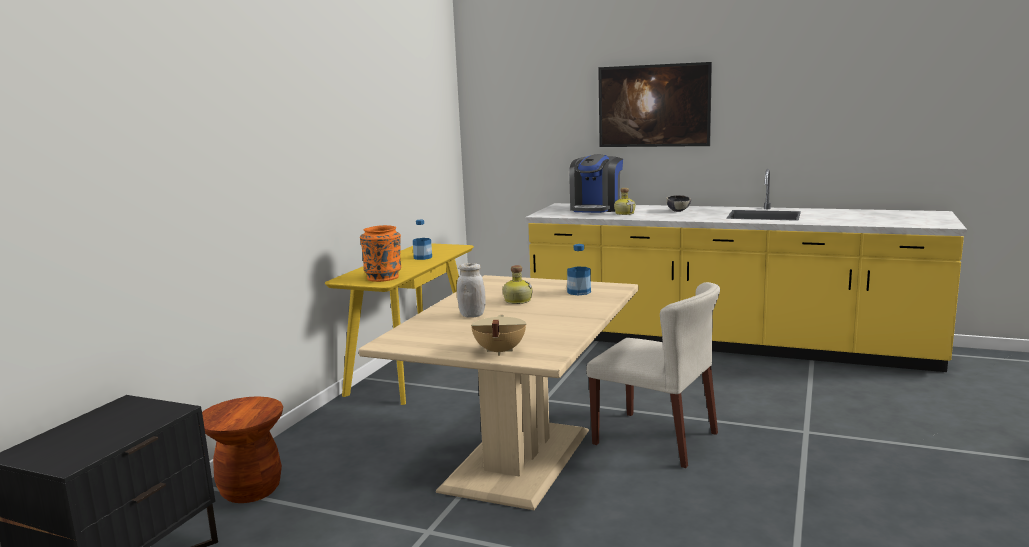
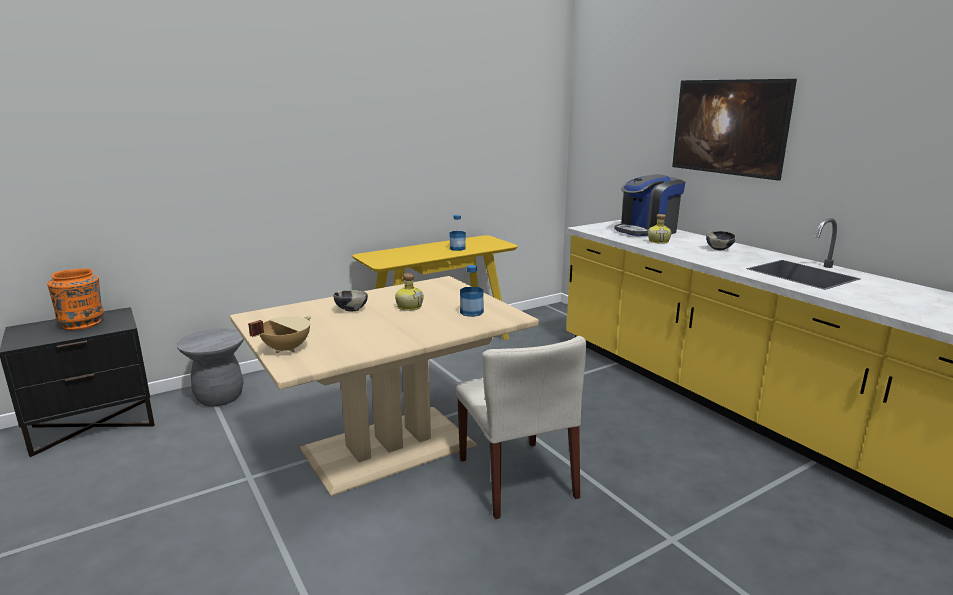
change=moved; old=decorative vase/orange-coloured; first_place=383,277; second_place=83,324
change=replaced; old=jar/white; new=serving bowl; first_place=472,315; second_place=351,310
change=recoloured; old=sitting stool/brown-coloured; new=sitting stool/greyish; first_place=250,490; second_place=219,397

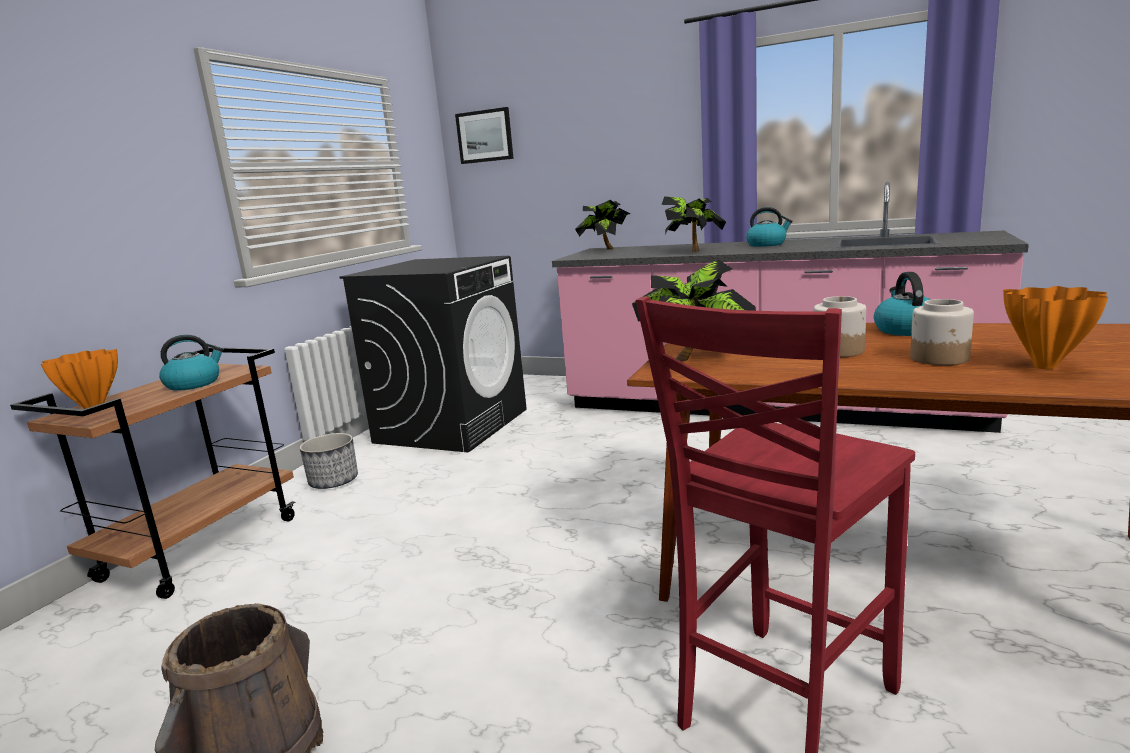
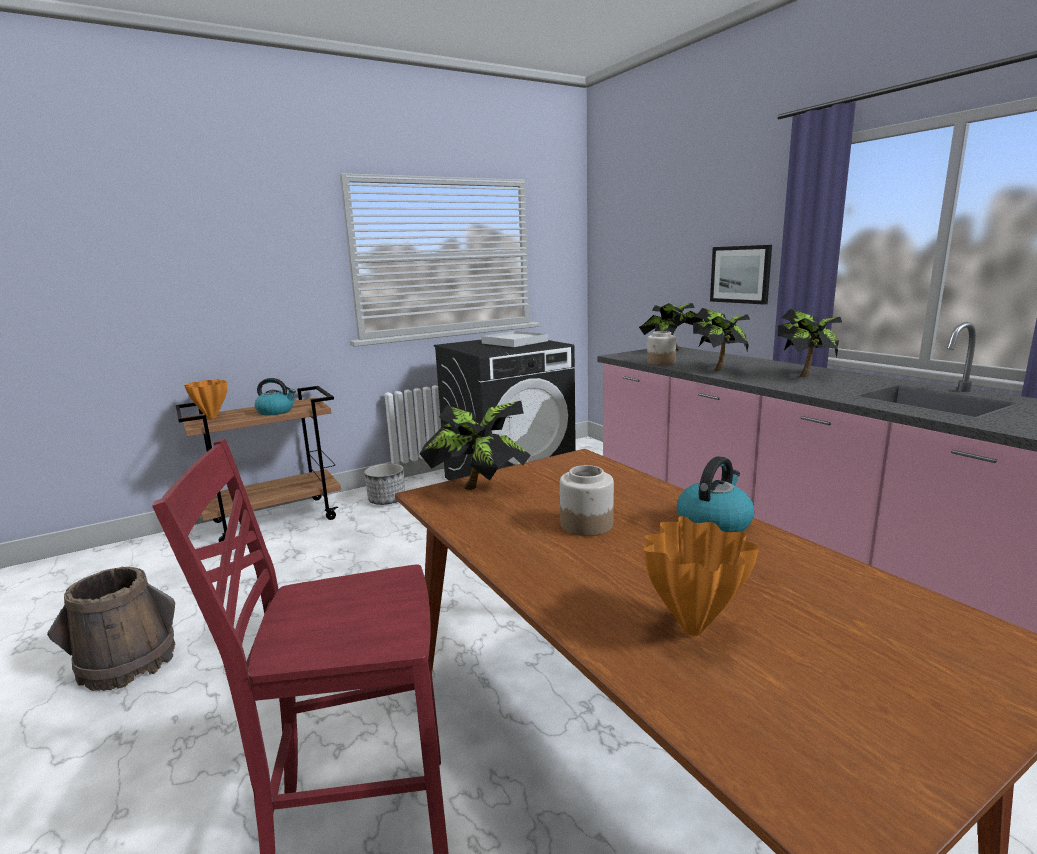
change=moved; old=wall picture; first_place=485,136; second_place=740,274
change=replaced; old=tea kettle; new=potted plant; first_place=767,244; second_place=806,375
change=moved; old=jar; first_place=940,358; second_place=661,362
change=added; new=serving tray/white; second_place=514,342

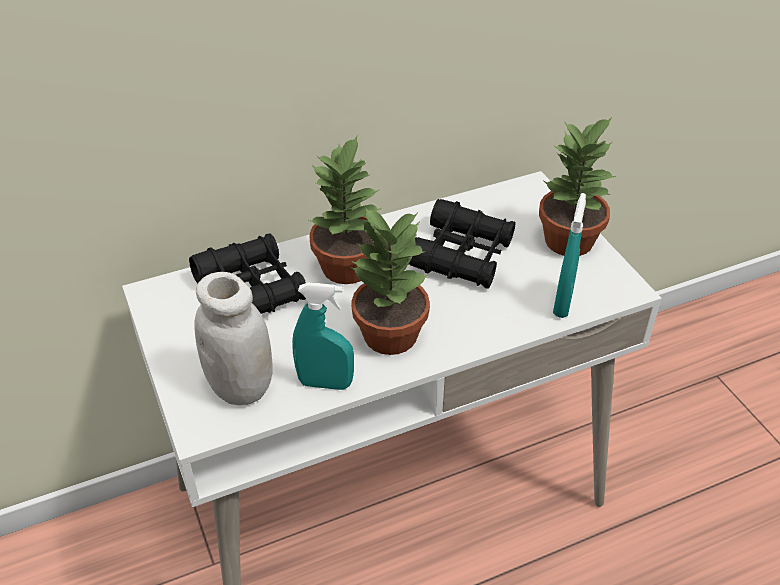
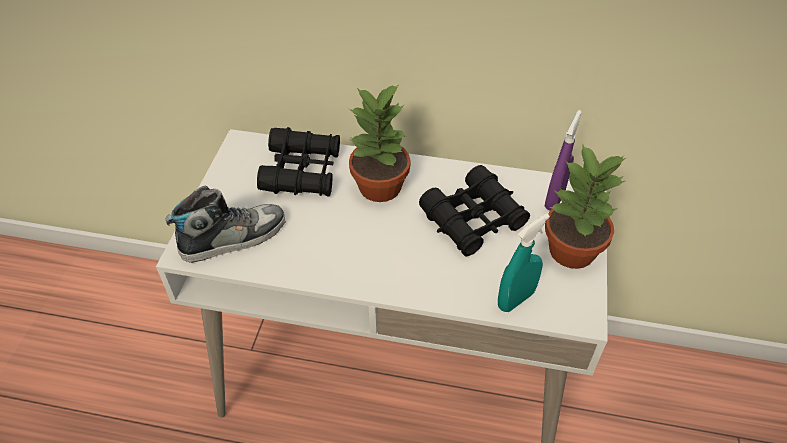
change=removed; old=potted plant; first_place=388,335
change=replaced; old=jar/white; new=item of footwear; first_place=241,387; second_place=233,237
change=removed; old=spray bottle/blue-green; first_place=325,383
change=added; new=spray bottle/purple-coloured; second_place=554,199

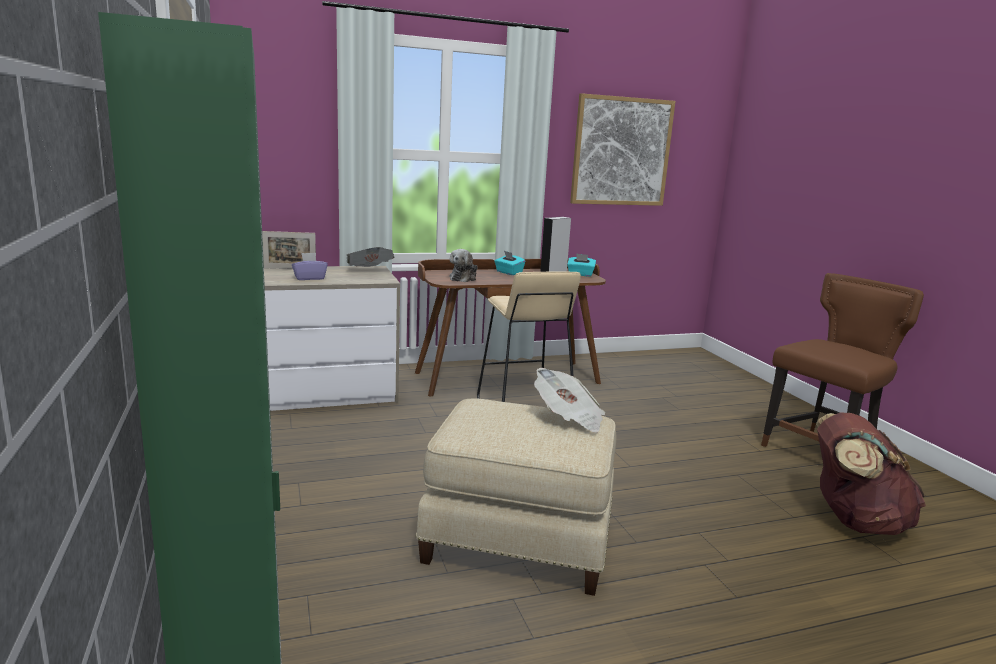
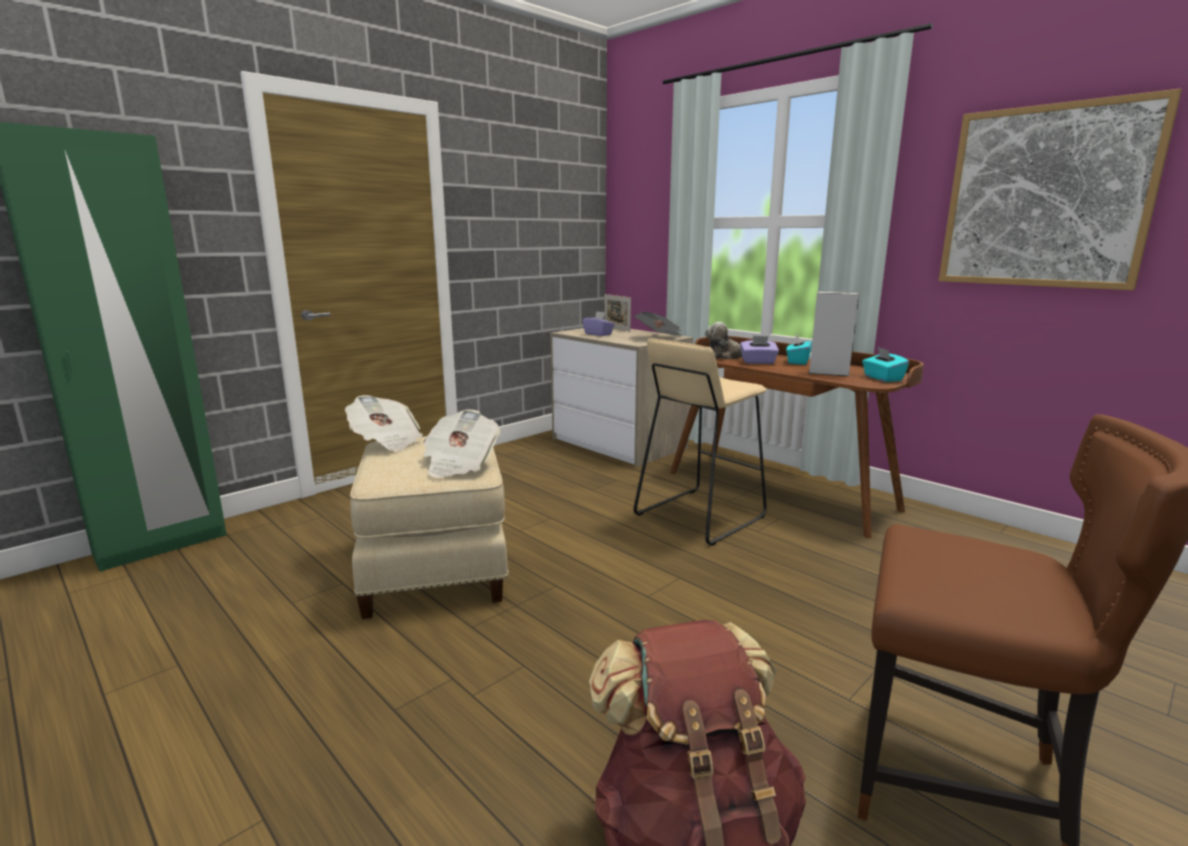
change=added; new=box of tissues/purple-coloured; second_place=758,362
change=added; new=newspaper; second_place=386,441

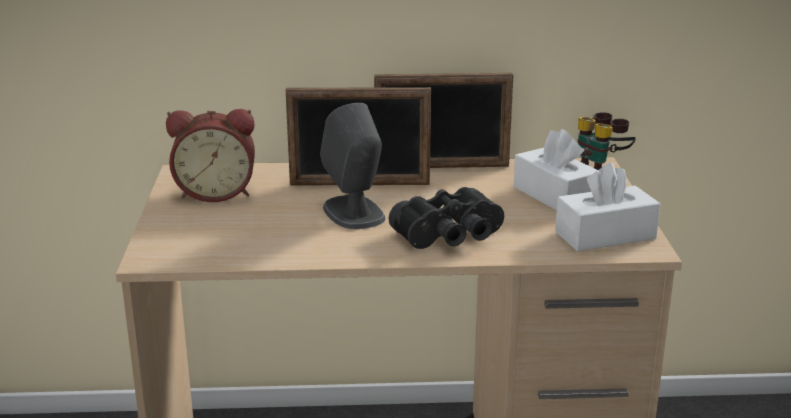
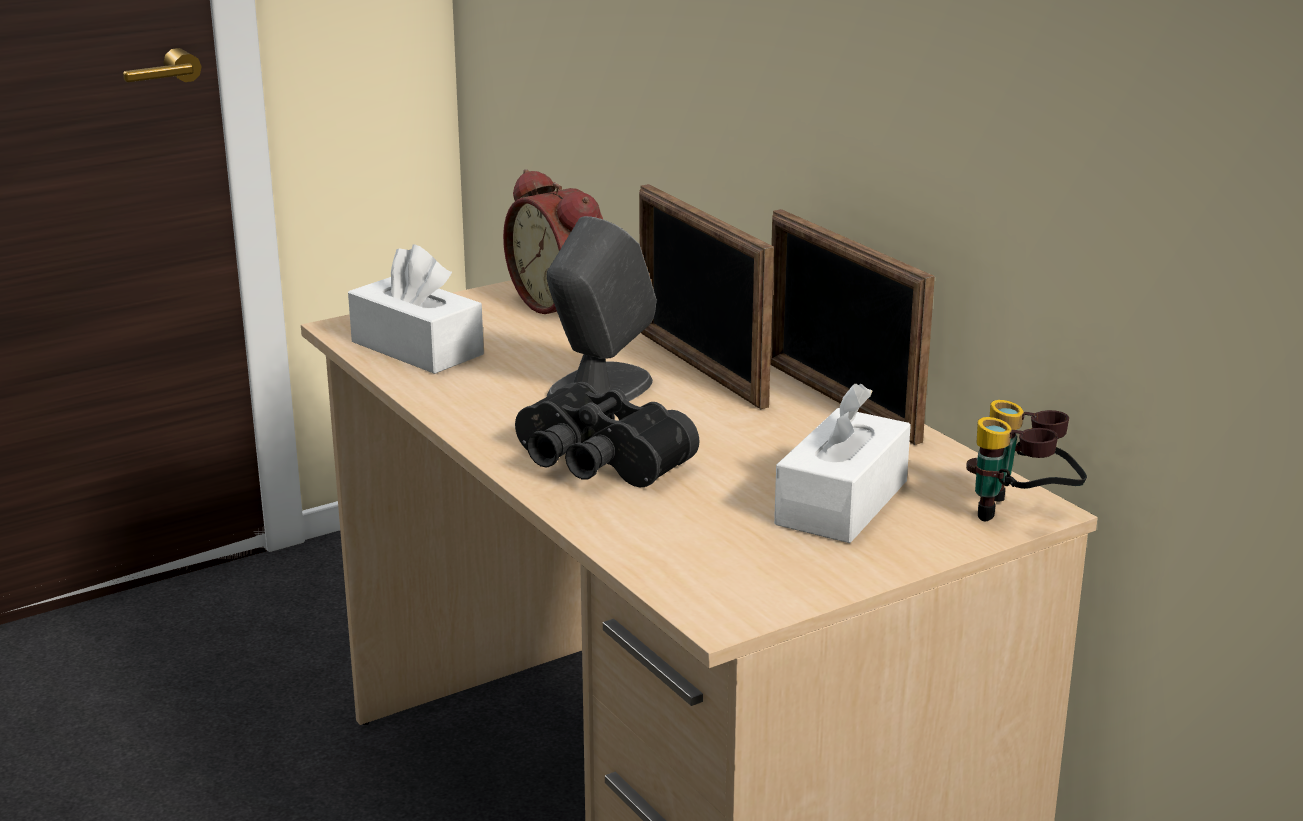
change=moved; old=box of tissues/white; first_place=605,235; second_place=417,348

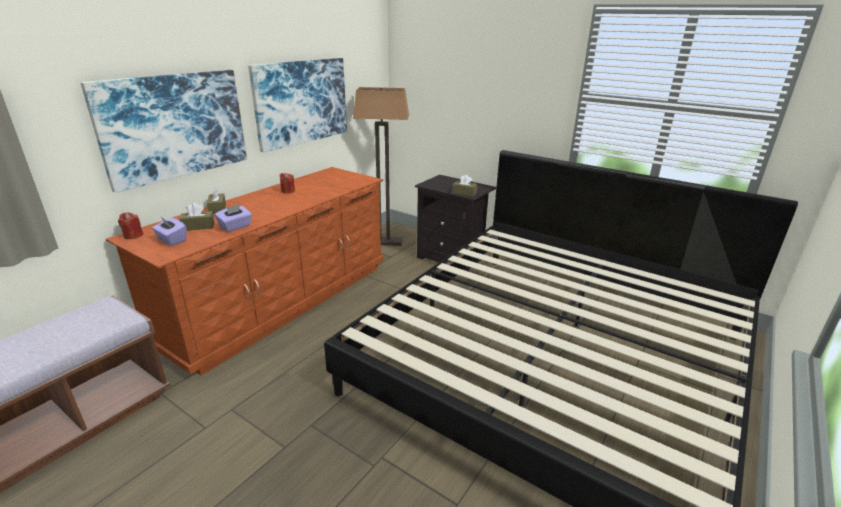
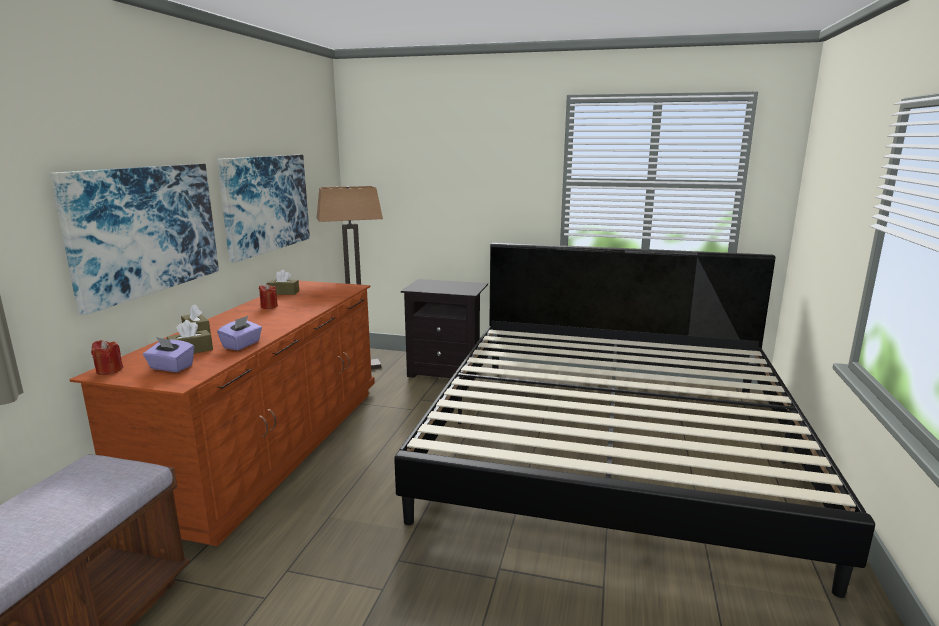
change=moved; old=box of tissues/brown-coloured; first_place=464,193; second_place=283,292

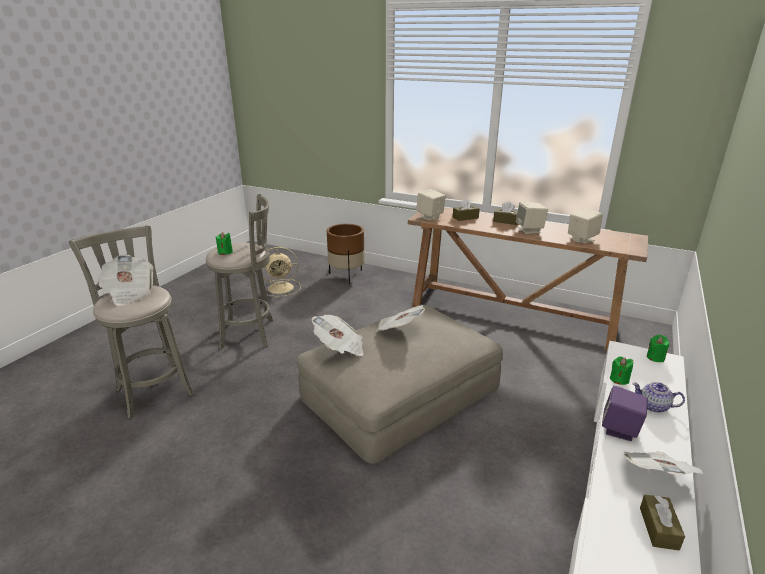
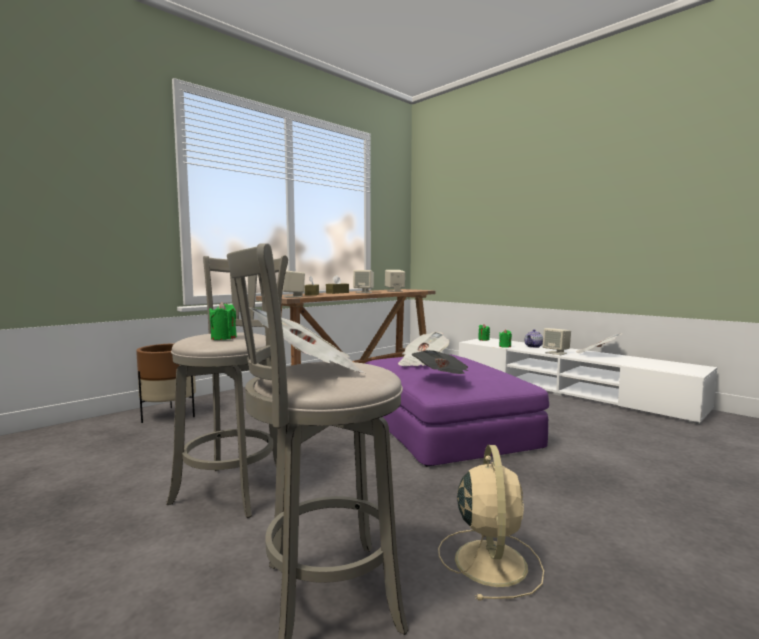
change=moved; old=cooling fan/beige; first_place=282,288; second_place=490,560
change=recoloured; old=ottoman/beige; new=ottoman/purple-coloured; first_place=400,392; second_place=442,424
change=recoloured; old=speaker/purple-coloured; new=speaker/beige; first_place=620,430; second_place=556,353
change=removed; old=box of tissues/brown-coloured; first_place=658,528

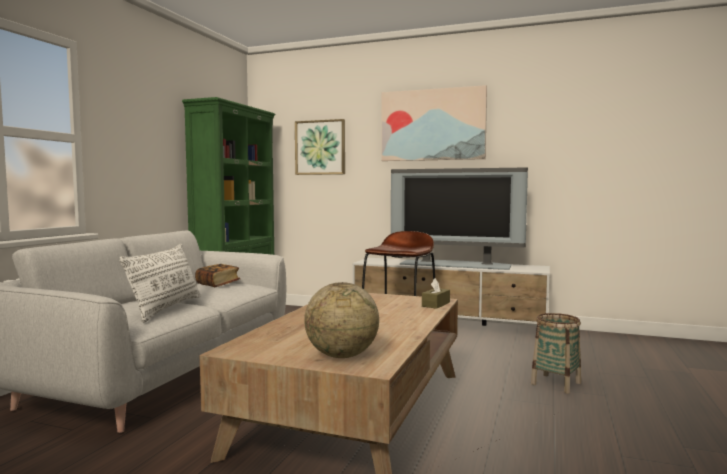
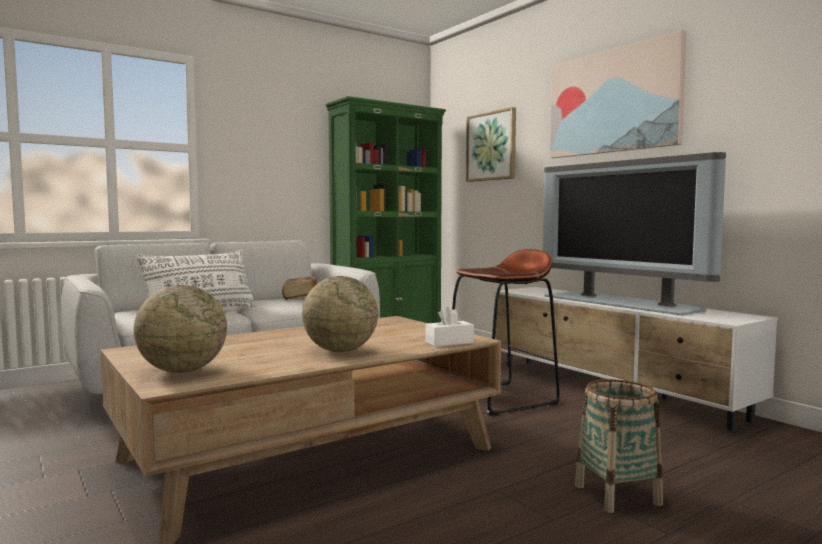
change=recoloured; old=box of tissues/brown-coloured; new=box of tissues/white; first_place=435,304; second_place=449,342
change=added; new=desk globe; second_place=340,350

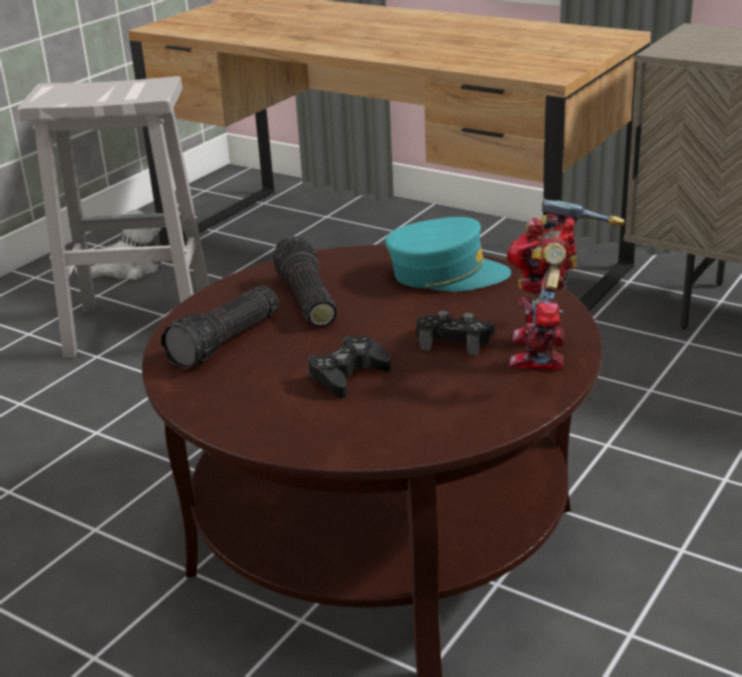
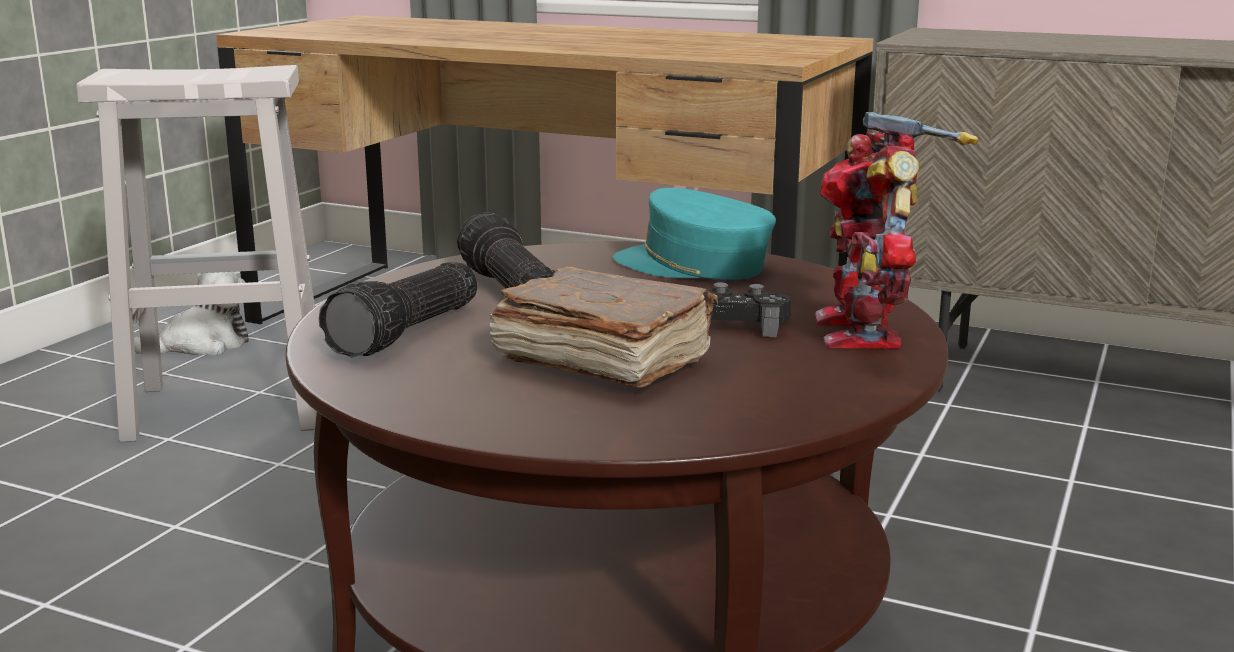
change=turned; old=peaked cap/blue-green; first_place=446,274; second_place=693,266; degrees=-150
change=replaced; old=game controller/blackish; new=bound book/brown-coloured; first_place=348,375; second_place=601,361

